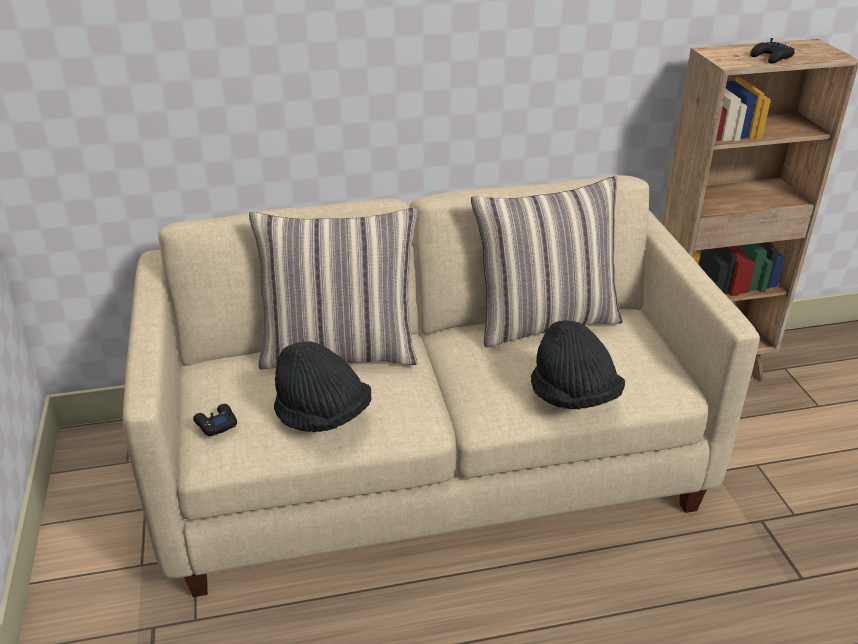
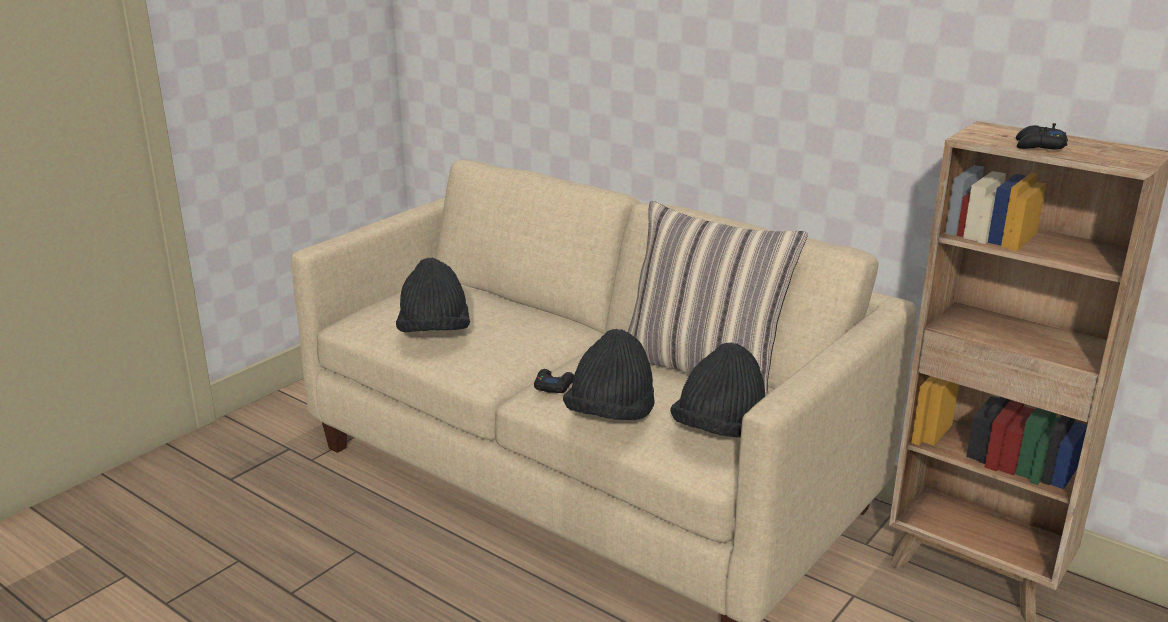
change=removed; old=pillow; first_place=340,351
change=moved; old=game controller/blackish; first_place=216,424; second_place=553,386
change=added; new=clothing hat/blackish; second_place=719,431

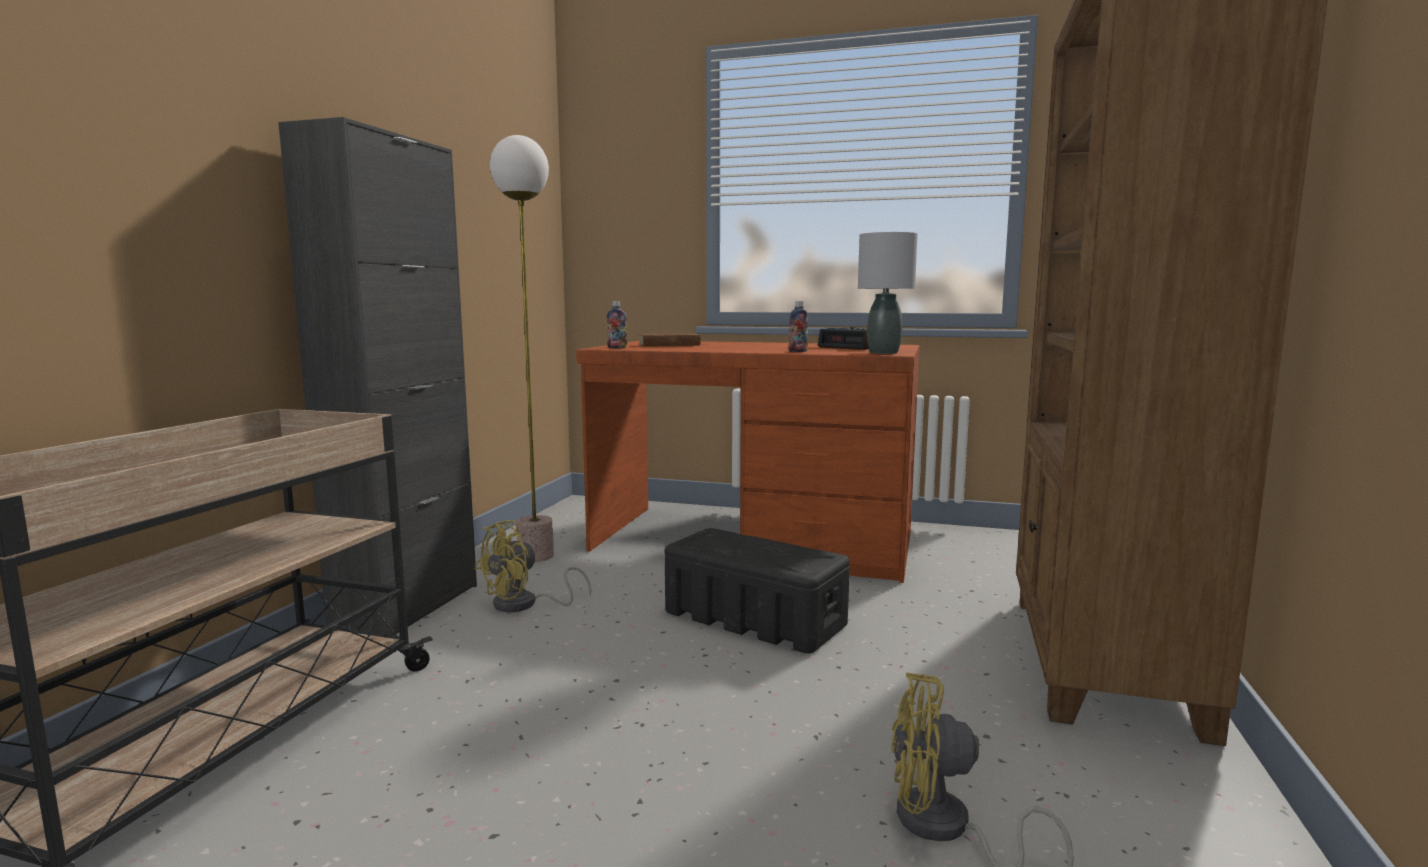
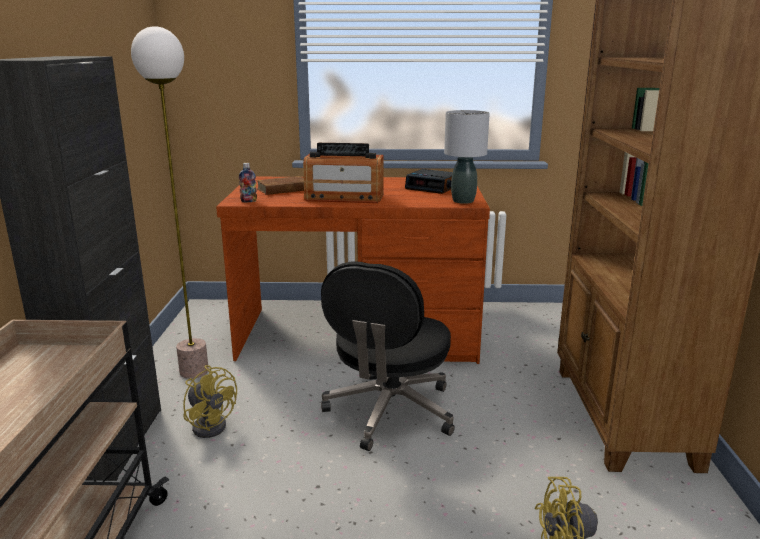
change=removed; old=bottle; first_place=798,351
change=turned; old=cooling fan/yellow; first_place=525,605; second_place=211,424; degrees=-75
change=replaced; old=storage bin/blackish; new=desk chair/blackish; first_place=753,618; second_place=389,412
change=added; new=radio set; second_place=344,197

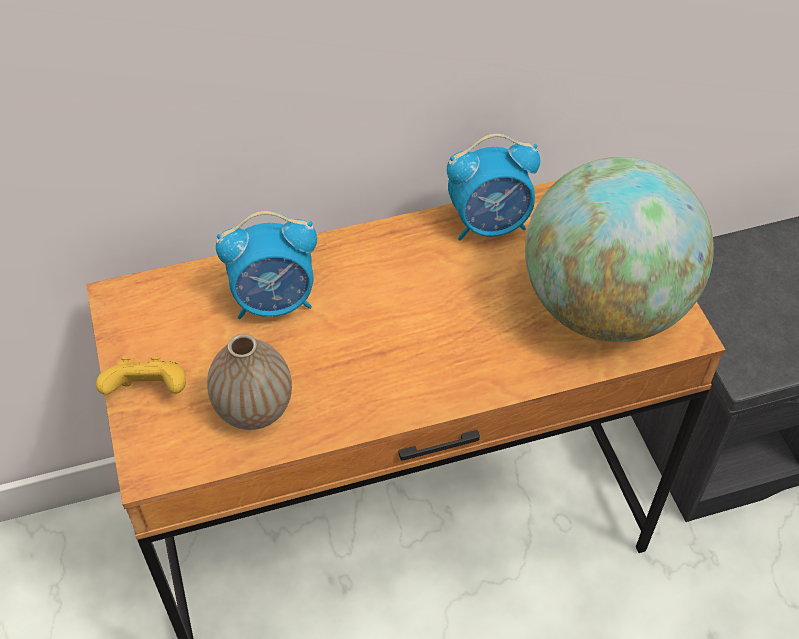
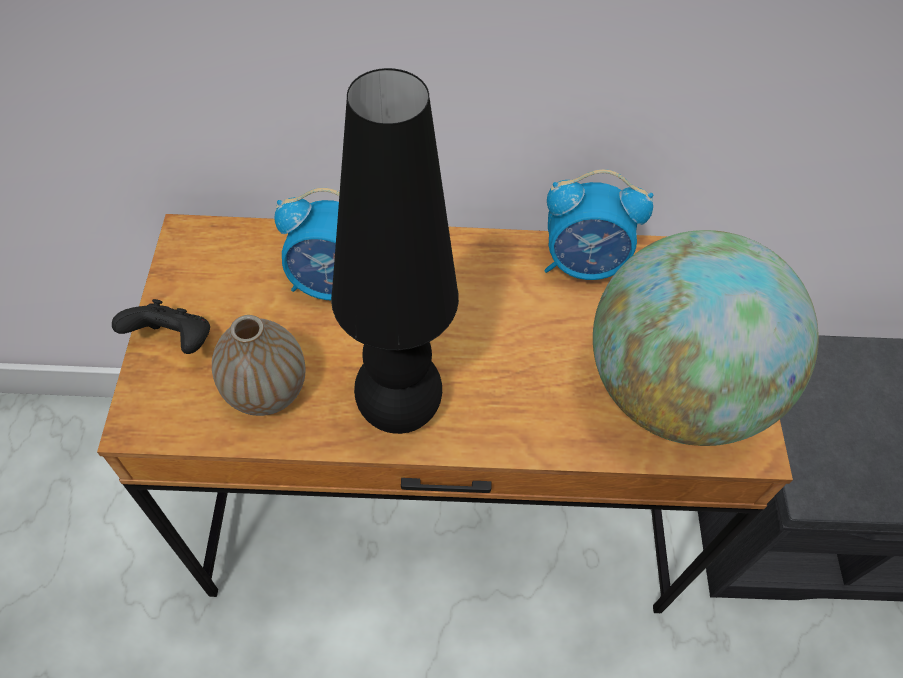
change=recoloured; old=game controller/yellow; new=game controller/blackish; first_place=149,392; second_place=174,341
change=added; new=table lamp/blackish; second_place=399,411

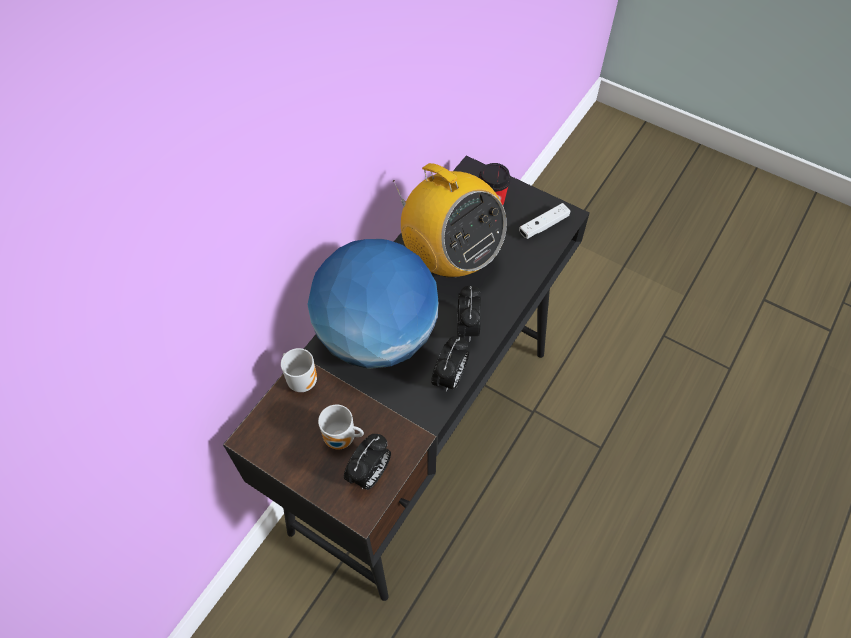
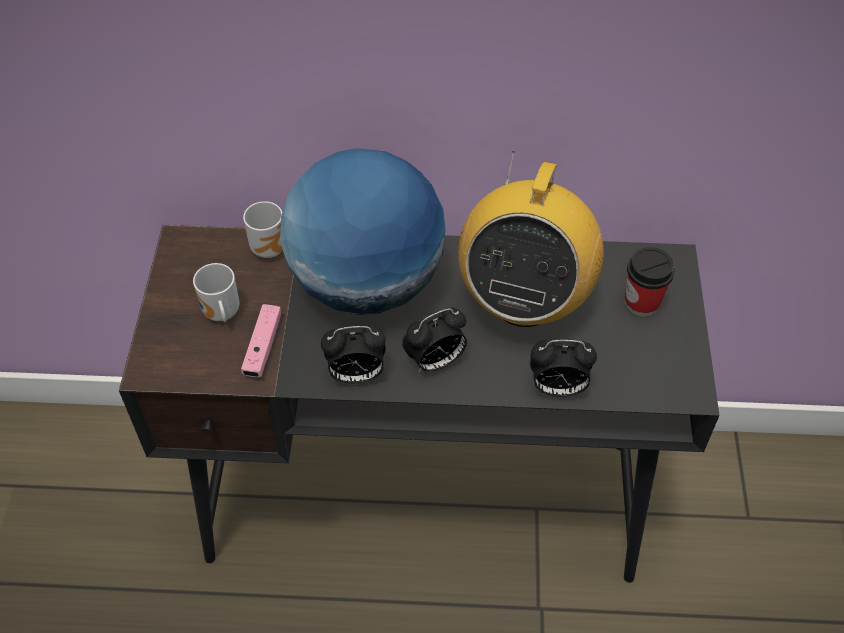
change=removed; old=game controller/white; first_place=543,226
change=moved; old=table clock; first_place=370,474; second_place=557,388
change=added; new=game controller/pink-coloured; second_place=263,347

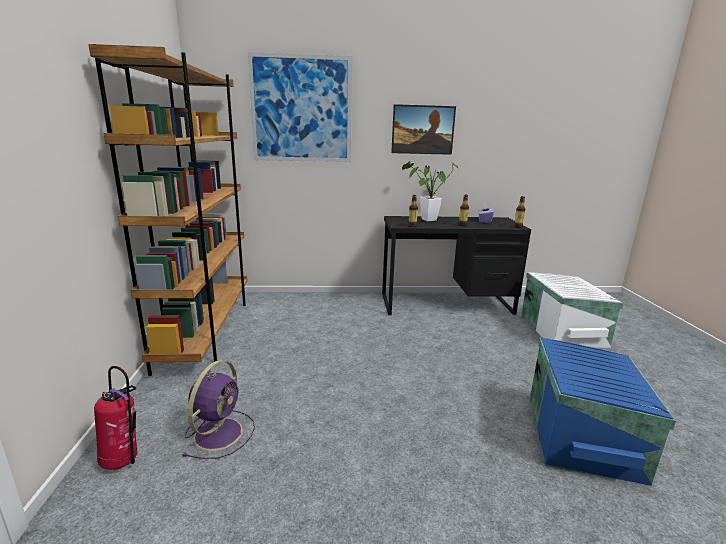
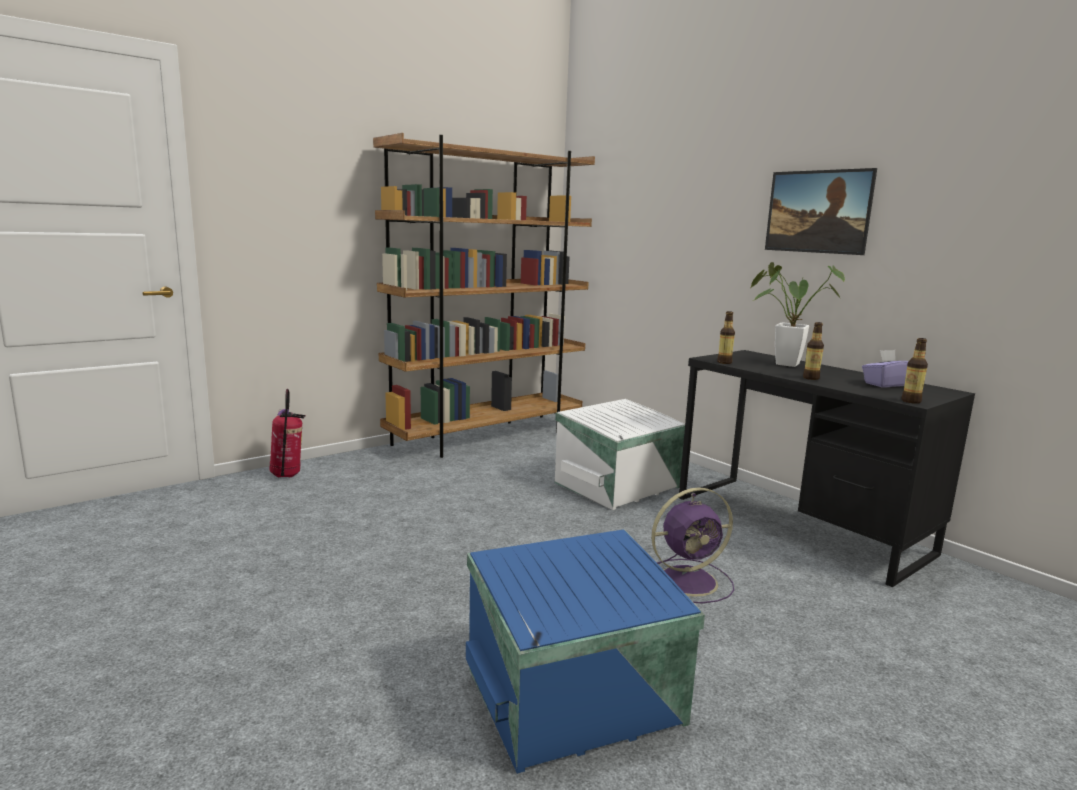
change=removed; old=wall picture; first_place=301,109
change=moved; old=storage bin/white; first_place=563,331; second_place=619,485
change=moved; old=cooling fan/purple-coloured; first_place=219,432; second_place=690,580

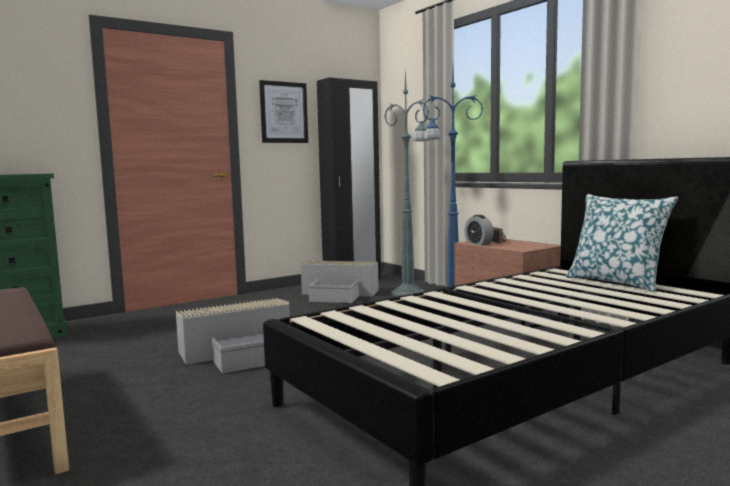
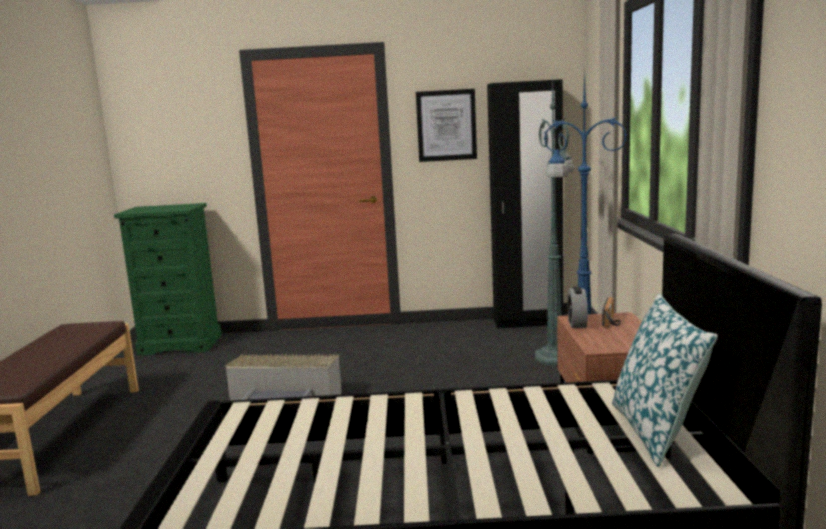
change=removed; old=storage bin/greyish; first_place=339,294

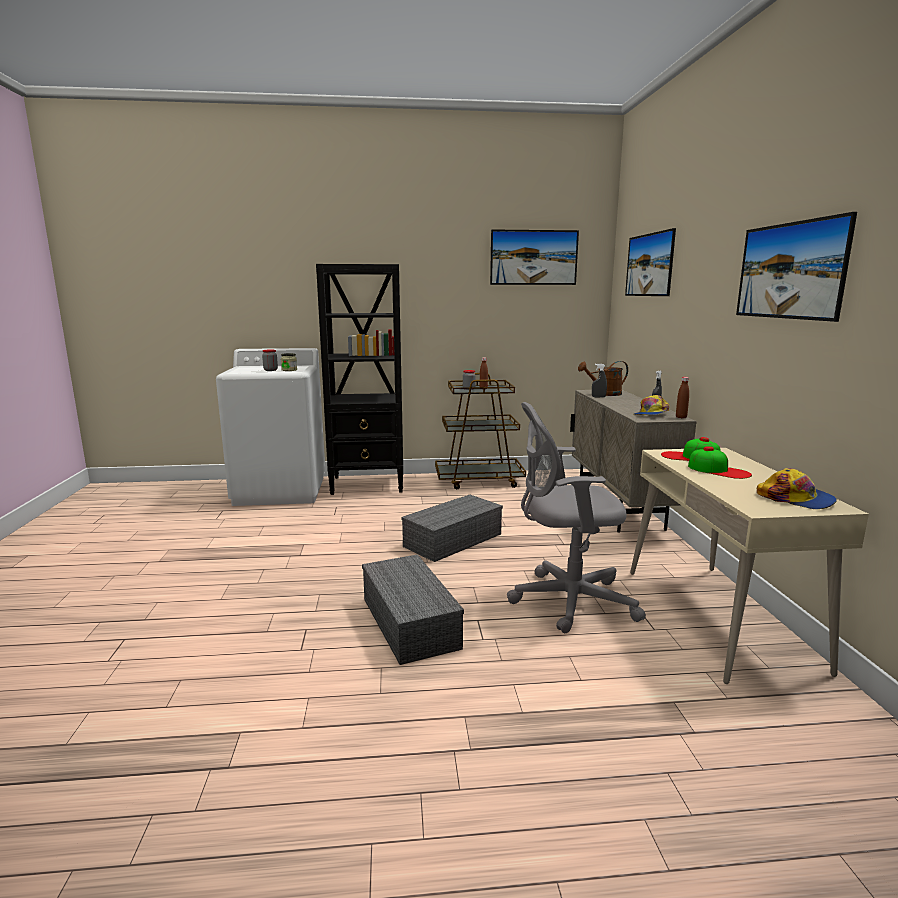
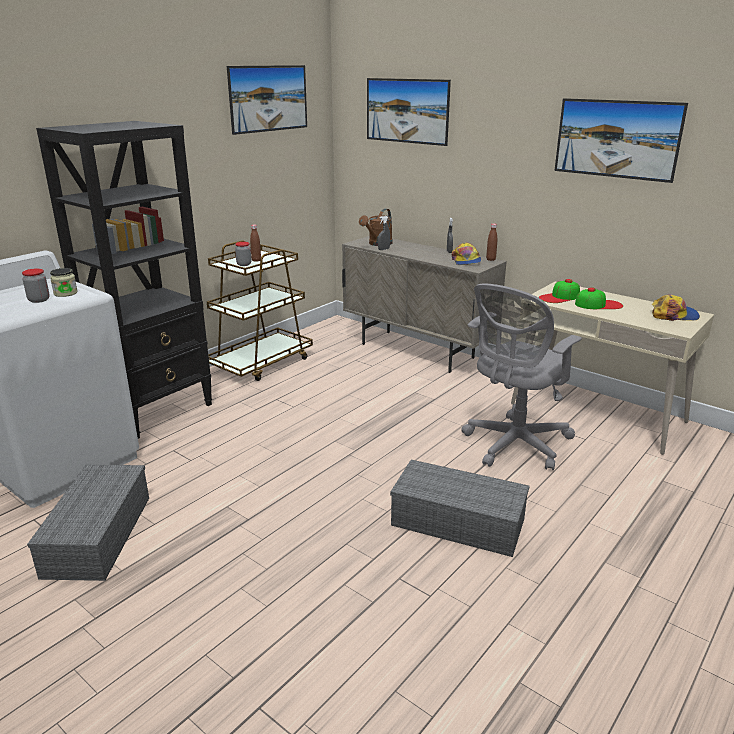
change=moved; old=storage bin/greyish; first_place=453,539; second_place=97,534

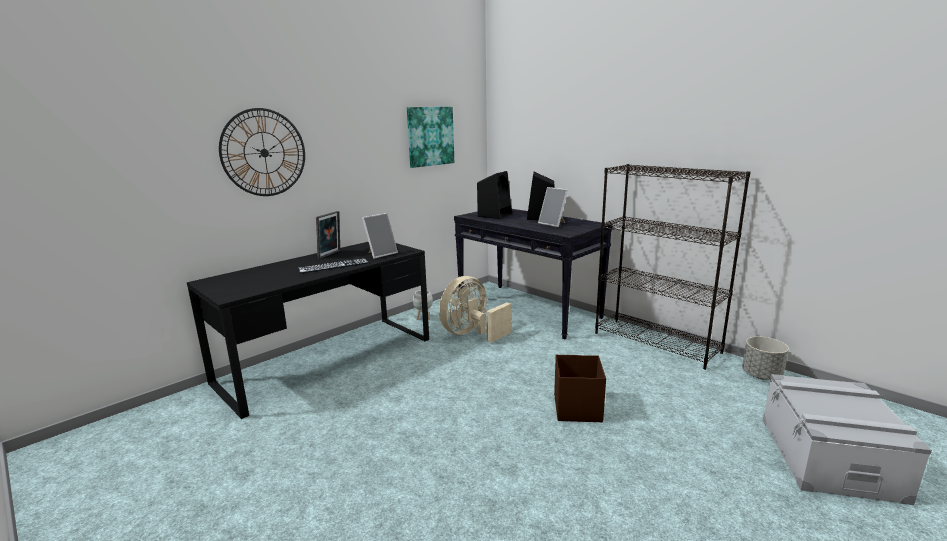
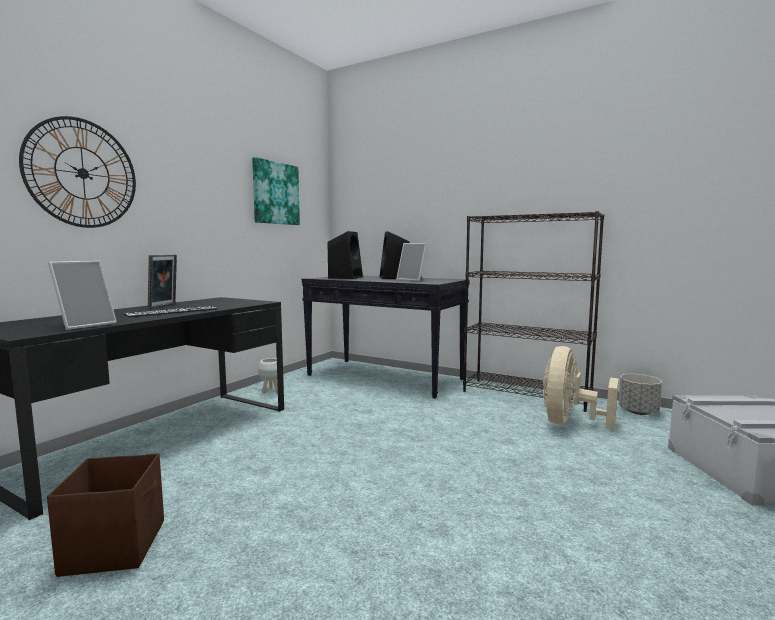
change=moved; old=picture frame; first_place=381,254; second_place=85,325
change=moved; old=cooling fan/beige; first_place=471,334; second_place=570,422
change=moved; old=storage bin/brown-coloured; first_place=577,408; second_place=116,546

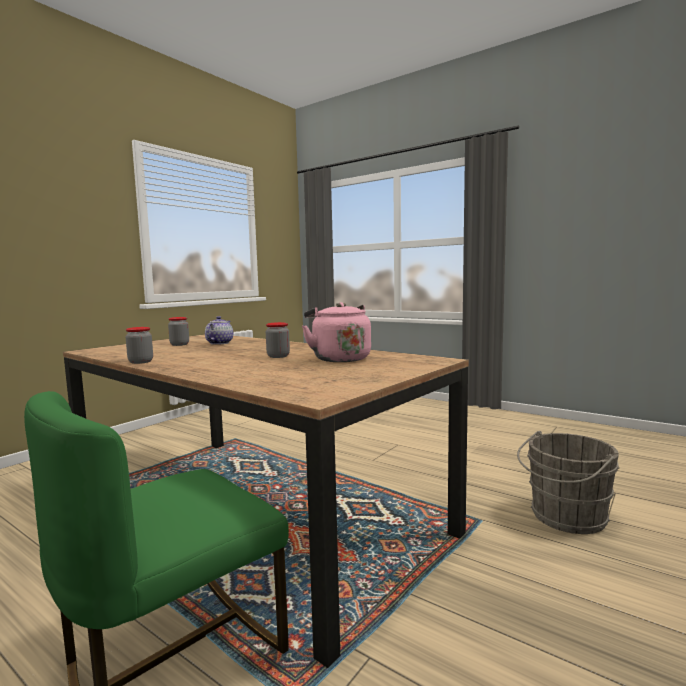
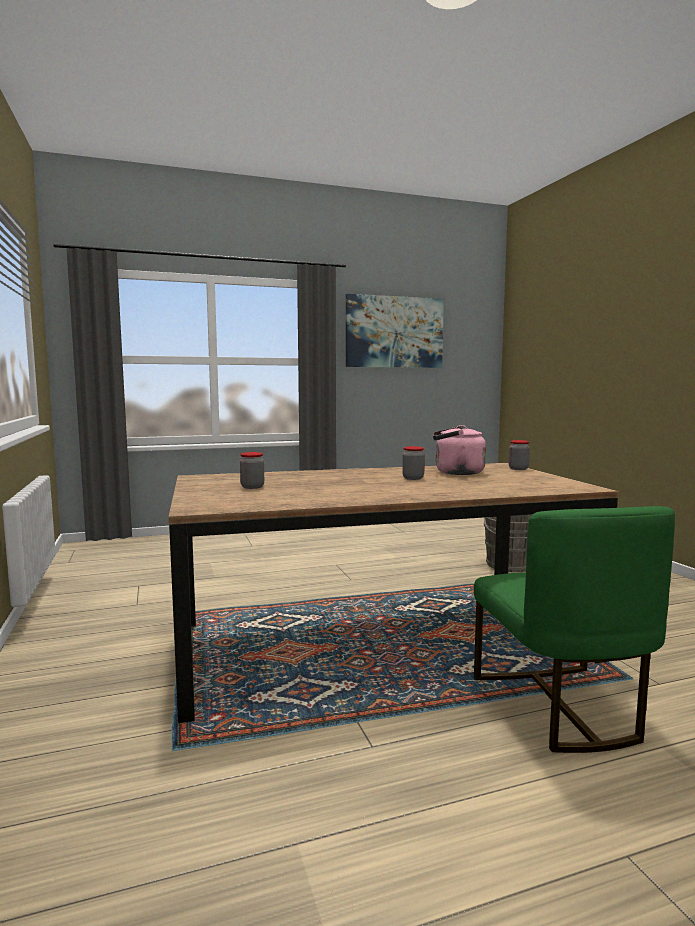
change=removed; old=tea pot; first_place=219,343
change=moved; old=jar; first_place=140,362; second_place=518,469
change=added; new=wall picture; second_place=394,332

